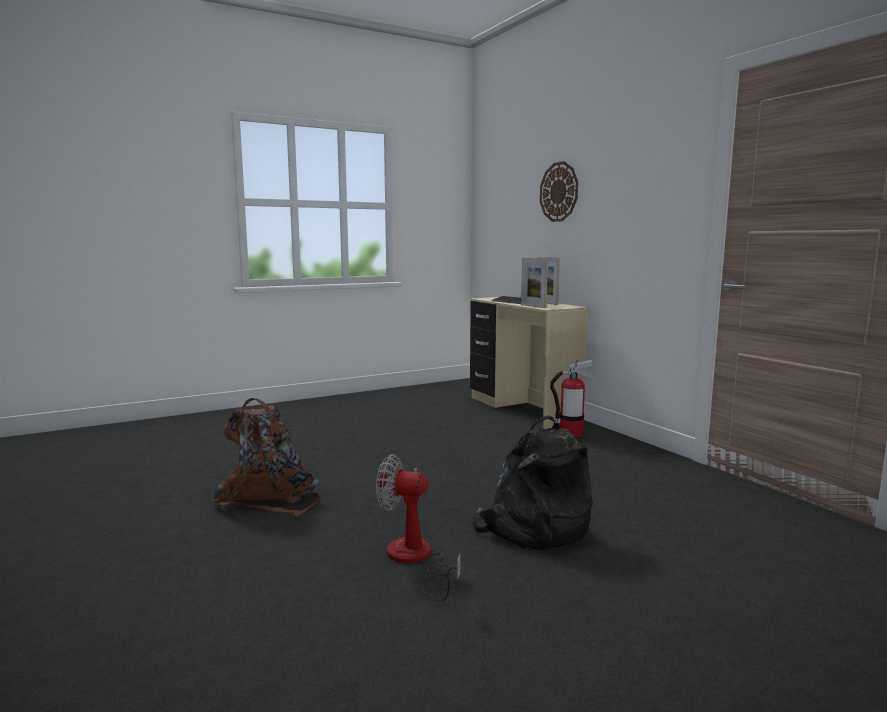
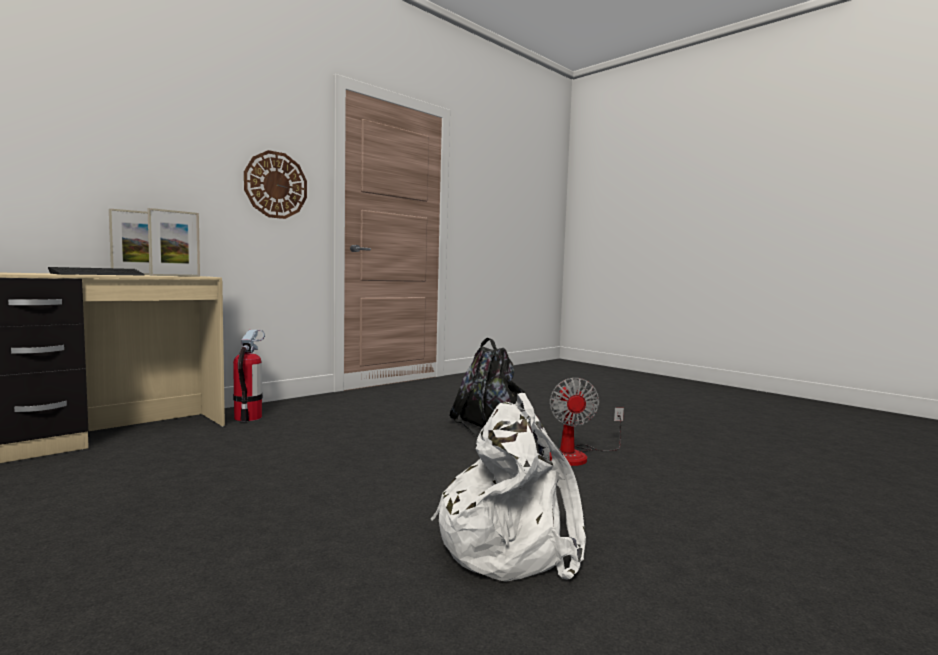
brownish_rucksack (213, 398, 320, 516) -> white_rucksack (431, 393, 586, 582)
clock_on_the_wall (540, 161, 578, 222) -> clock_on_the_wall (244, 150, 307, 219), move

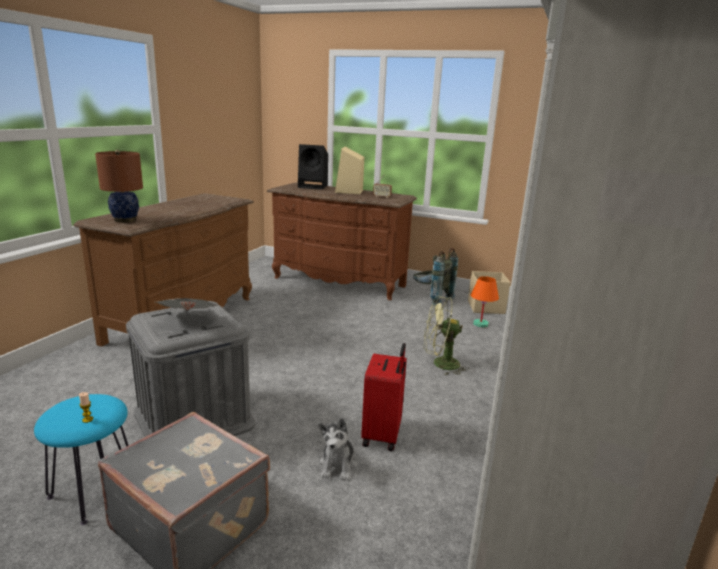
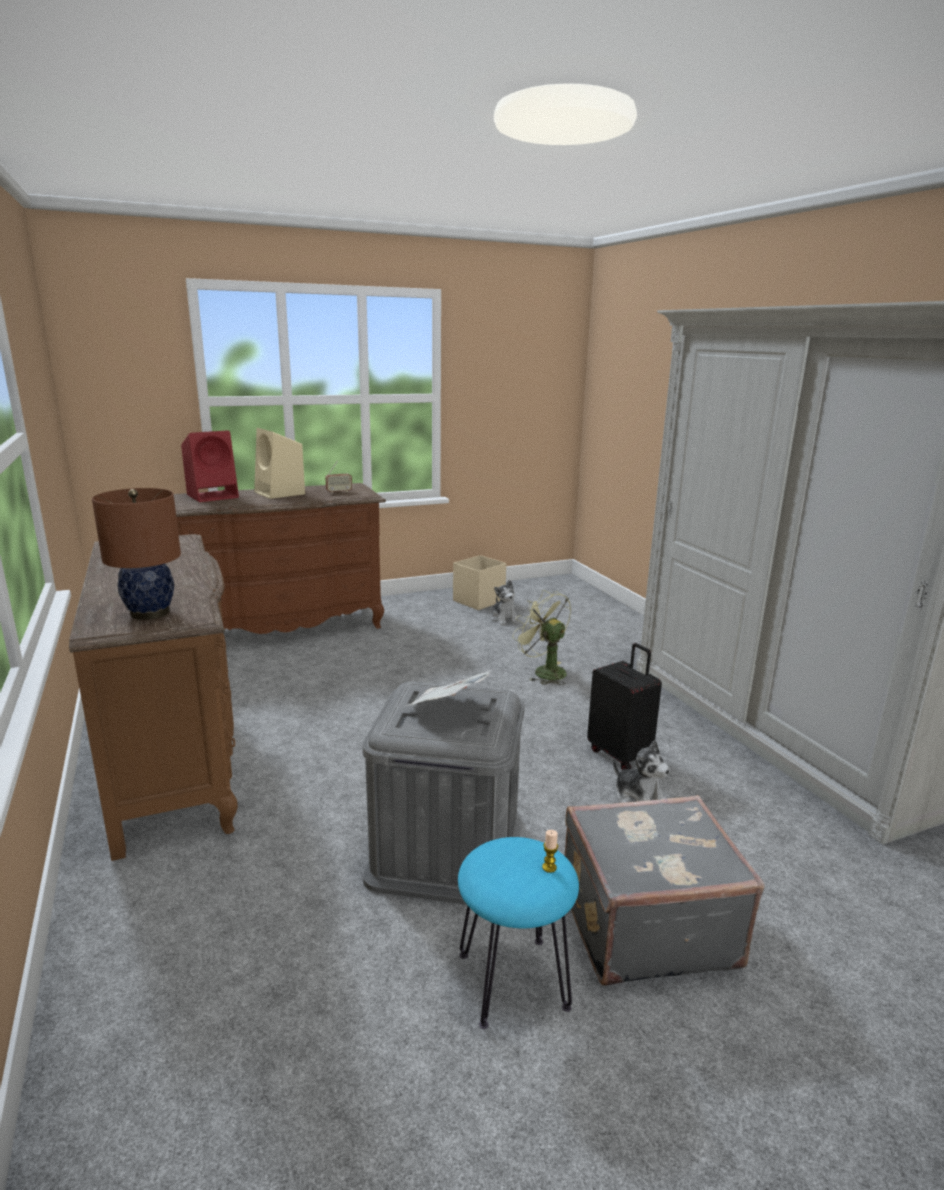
blackish_speaker (298, 144, 328, 190) -> red_speaker (181, 430, 239, 502)
red_piece_of_luggage (361, 343, 407, 451) -> blackish_piece_of_luggage (587, 643, 662, 770)
gray_rucksack (413, 248, 458, 306) -> none
green_electric_fan (424, 296, 469, 375) -> green_electric_fan (512, 590, 571, 685), 90 degrees clockwise
orange-coloured_table_lamp (471, 276, 499, 328) -> soft_toy (491, 580, 519, 625)

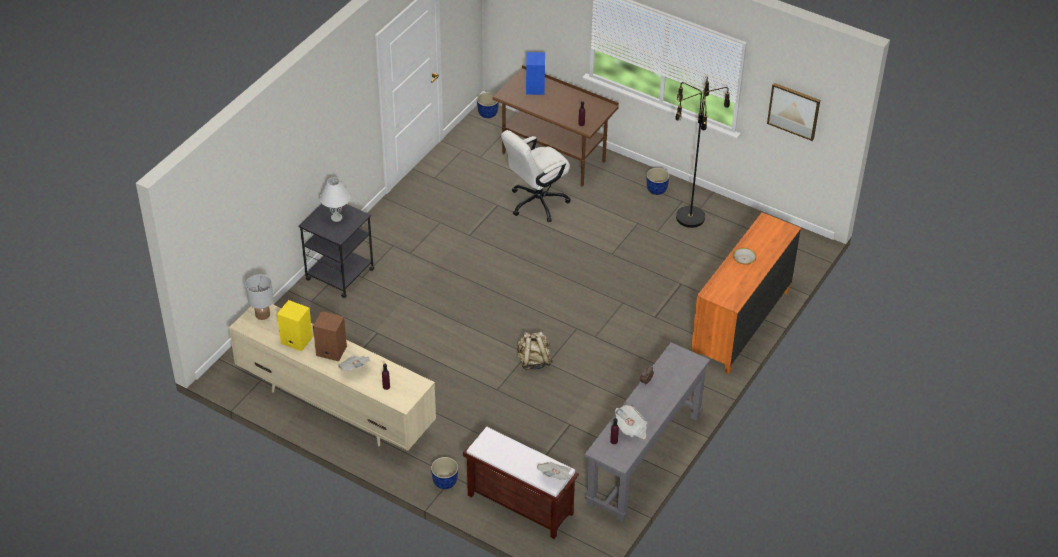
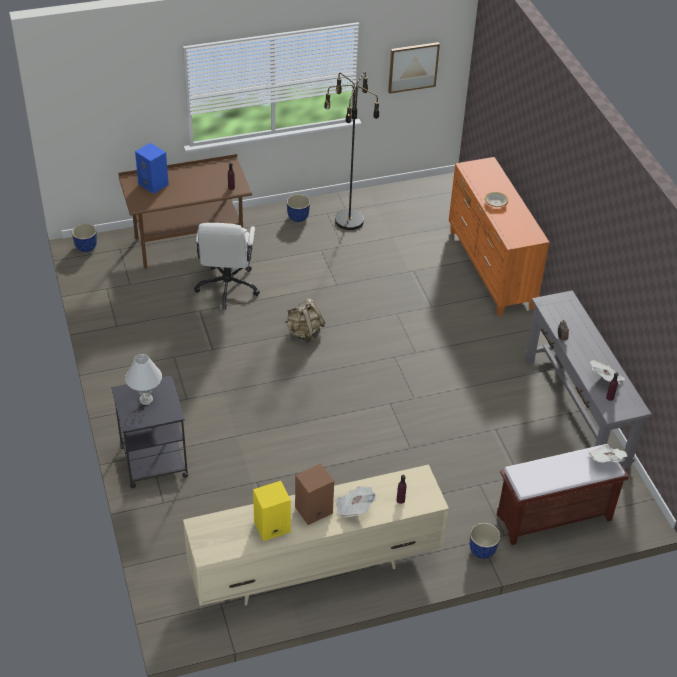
gray_table_lamp (246, 274, 274, 320) -> none
beige-coloured_rucksack (517, 331, 552, 370) -> beige-coloured_rucksack (285, 298, 325, 343), move

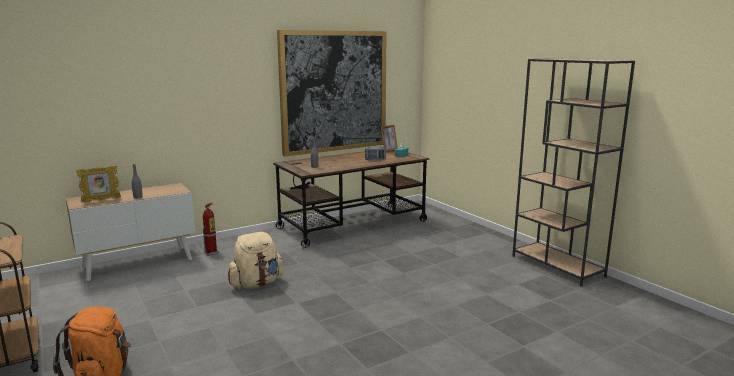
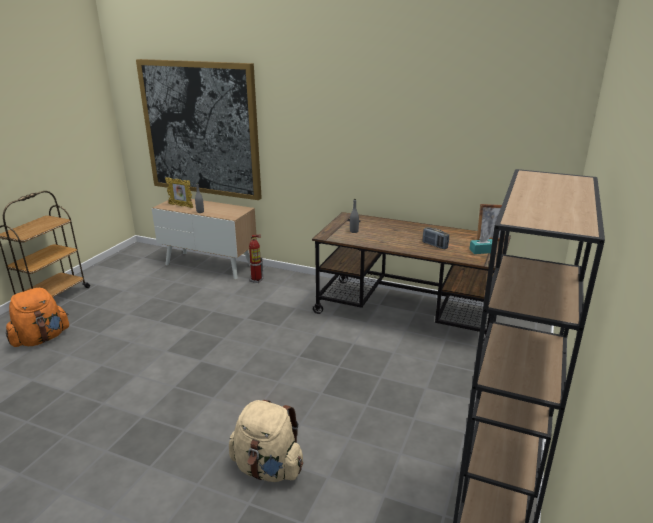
beige-coloured_rucksack (228, 232, 284, 289) -> beige-coloured_rucksack (229, 400, 303, 482), move
wall_art (277, 30, 387, 157) -> wall_art (136, 59, 262, 200), move

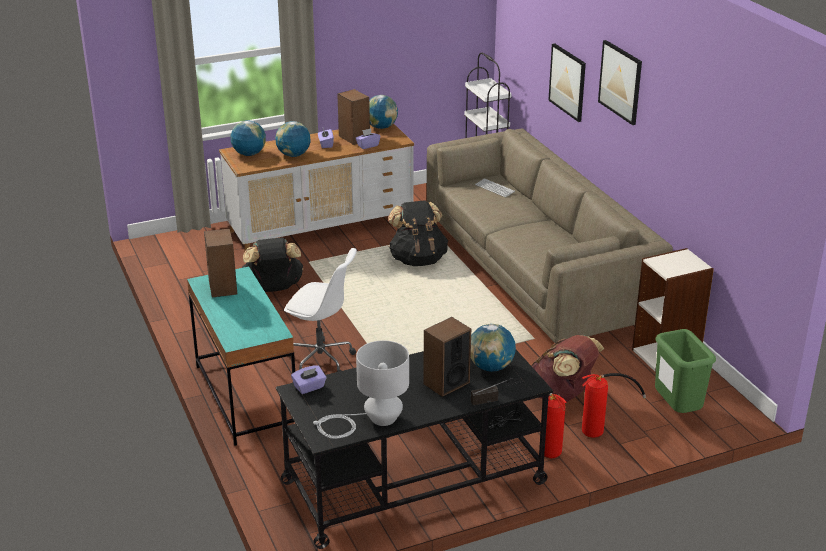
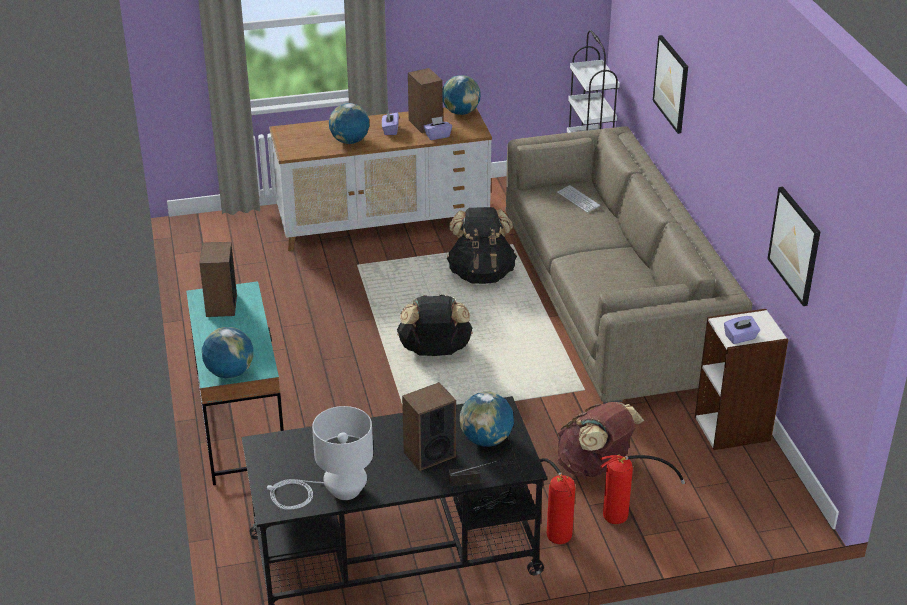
world_globe (231, 120, 266, 156) -> world_globe (202, 327, 254, 378), move
blackish_rucksack (242, 238, 304, 292) -> blackish_rucksack (397, 295, 473, 356), move
white_office_chair (284, 248, 357, 372) -> none
purple_tissue_box (291, 365, 327, 394) -> purple_tissue_box (724, 316, 760, 344), move
wall_art (598, 40, 642, 125) -> wall_art (768, 186, 820, 306), move
green_waste_bin (655, 329, 716, 413) -> none

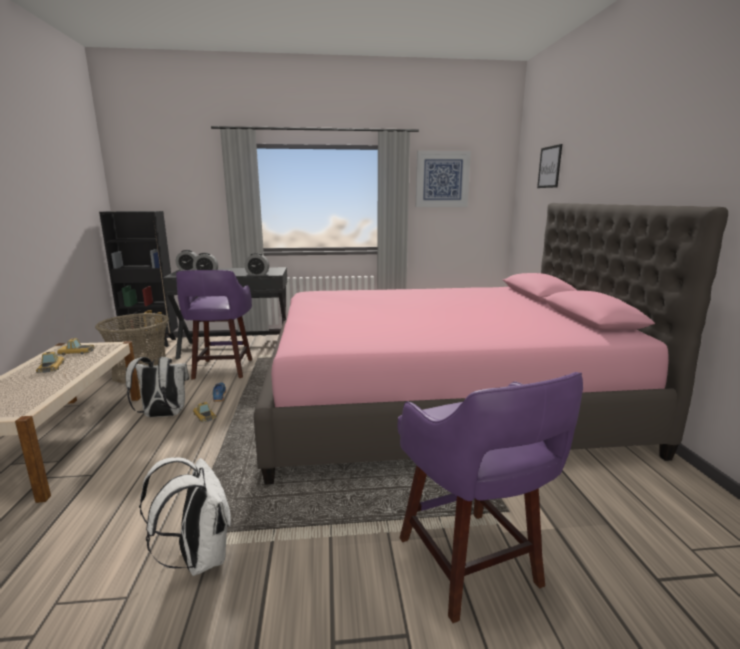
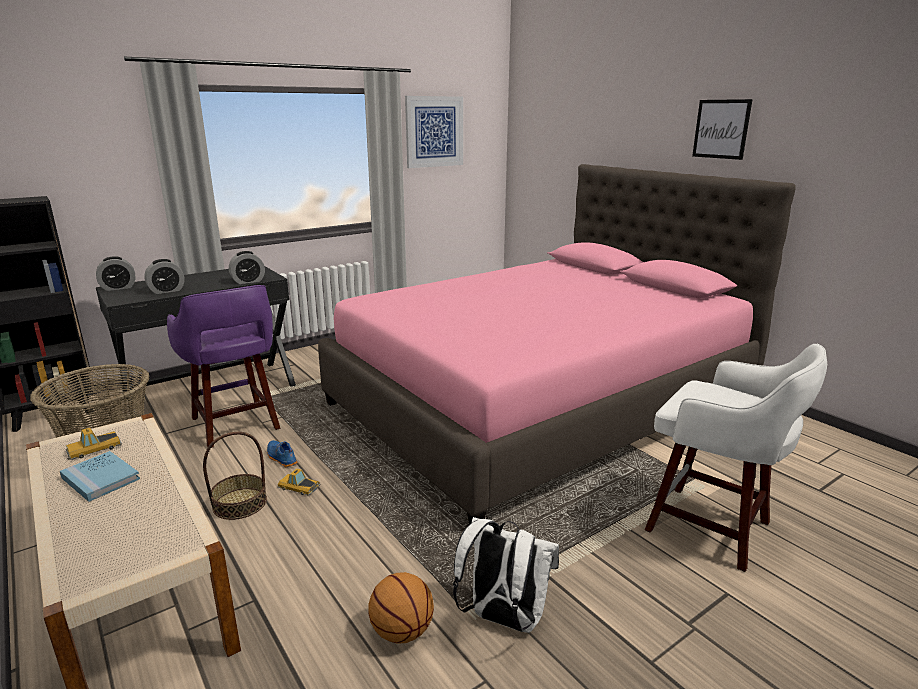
model_car (36, 352, 65, 373) -> blue-coloured_bound_book (60, 451, 140, 502)
white_rucksack (126, 357, 189, 417) -> basket (203, 432, 267, 520)
purple_stool_seat (398, 372, 583, 623) -> white_stool_seat (645, 344, 827, 572)
wall_art (537, 144, 562, 188) -> wall_art (692, 99, 753, 160), move
none -> basketball_ball (368, 572, 434, 644)

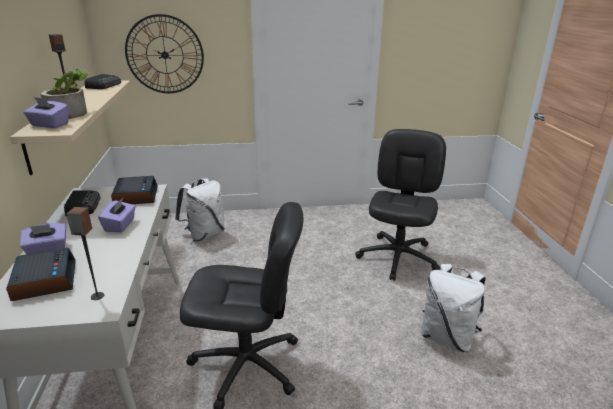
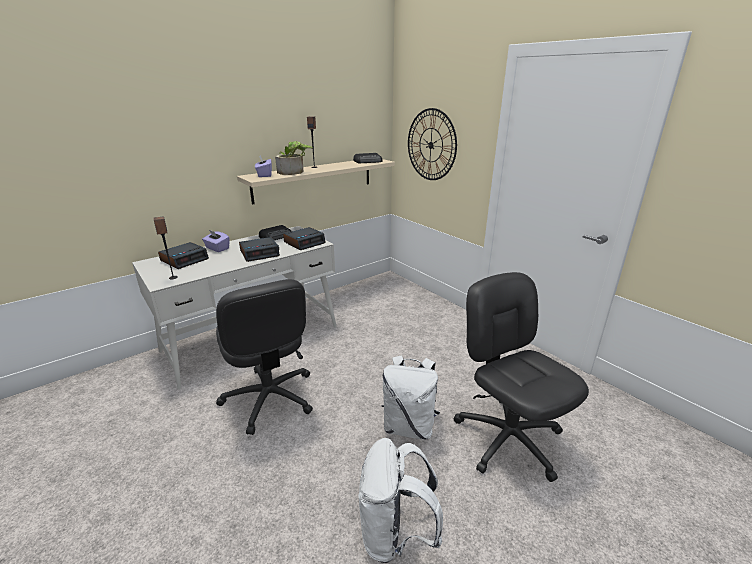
purple_tissue_box (98, 198, 136, 232) -> bedside_clock (239, 237, 280, 262)
white_rucksack (175, 178, 225, 242) -> white_rucksack (381, 355, 440, 439), move
blackish_office_chair (355, 129, 446, 281) -> blackish_office_chair (454, 272, 589, 482), 105 degrees counterclockwise

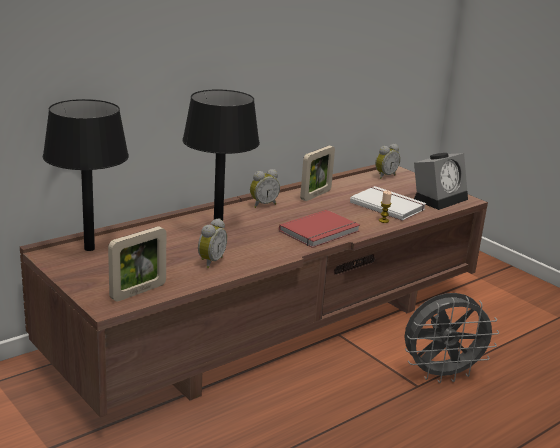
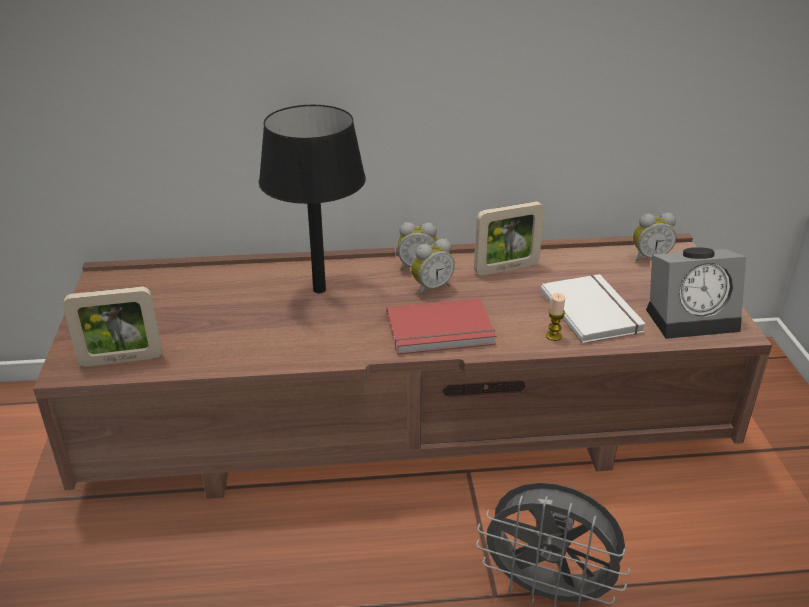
blackish_table_lamp (43, 99, 129, 251) -> none
bedside_clock (198, 218, 227, 268) -> bedside_clock (411, 239, 455, 295), move

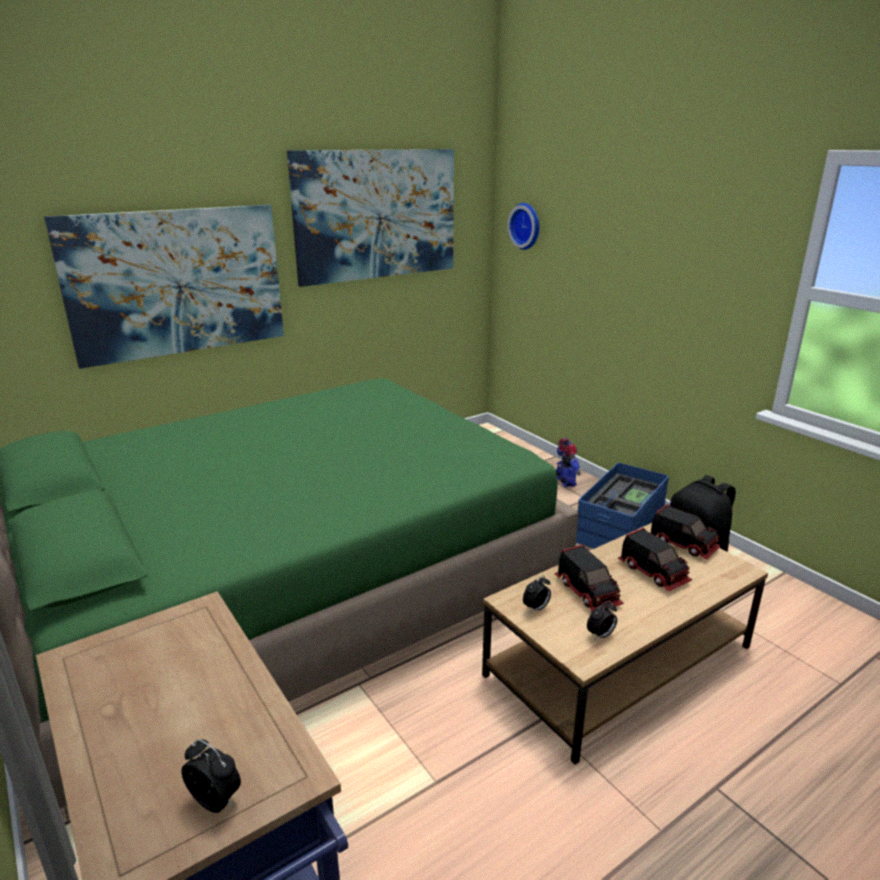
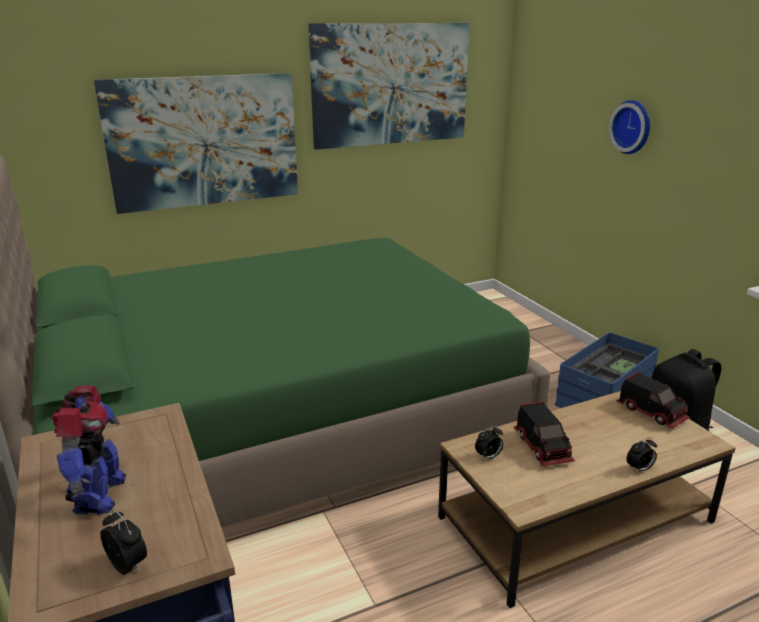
clock_on_the_wall (507, 203, 539, 250) -> clock_on_the_wall (609, 100, 650, 154), move
robot_figure (556, 438, 581, 487) -> robot_figure (52, 386, 126, 515), move
bedside_clock (587, 601, 617, 639) -> bedside_clock (627, 437, 657, 473), move
toy_lorry (618, 528, 692, 591) -> none

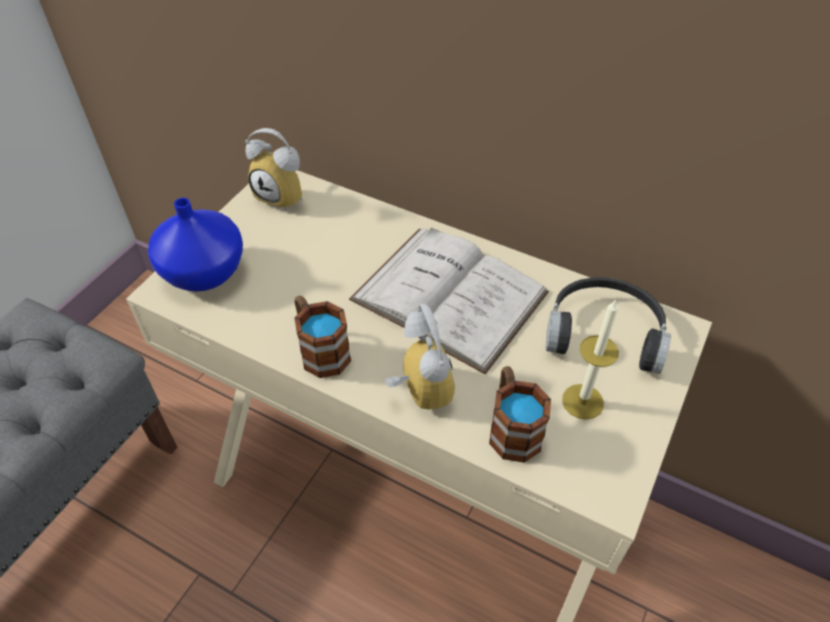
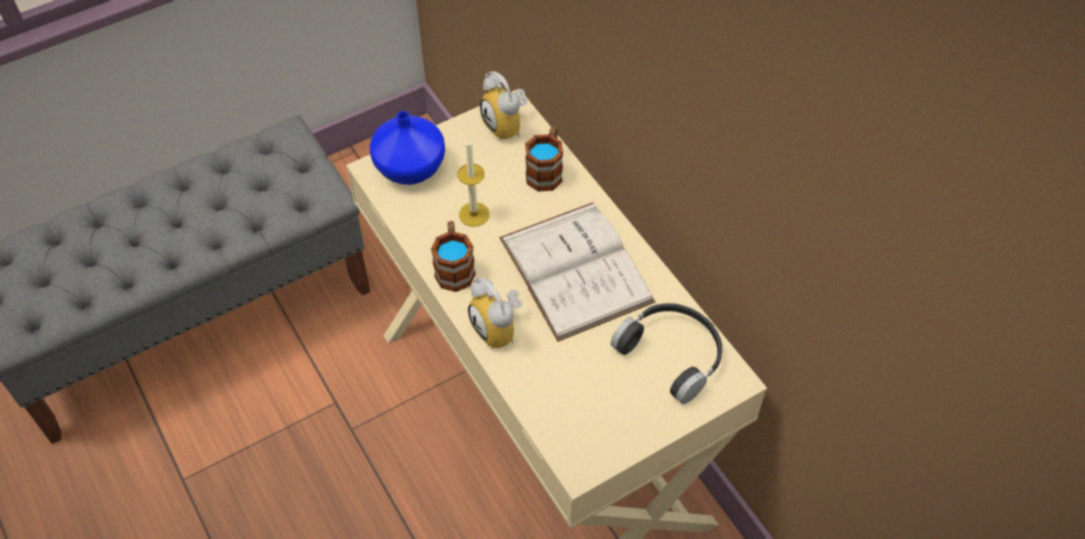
bedside_clock (385, 304, 455, 410) -> bedside_clock (468, 278, 522, 348), 135 degrees clockwise
tea_mug (489, 366, 551, 463) -> tea_mug (525, 126, 563, 192), move
candle (562, 299, 619, 420) -> candle (458, 138, 489, 227), move

